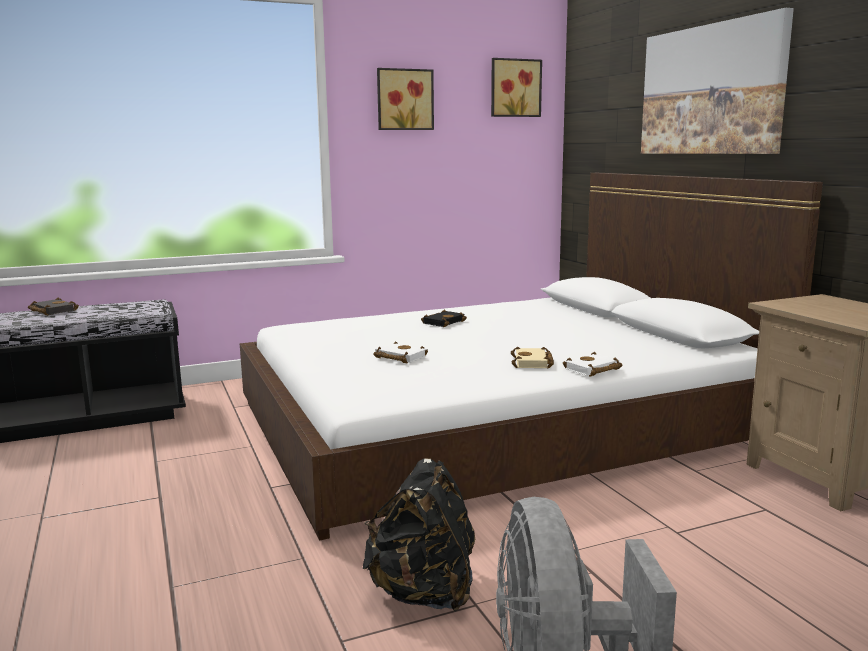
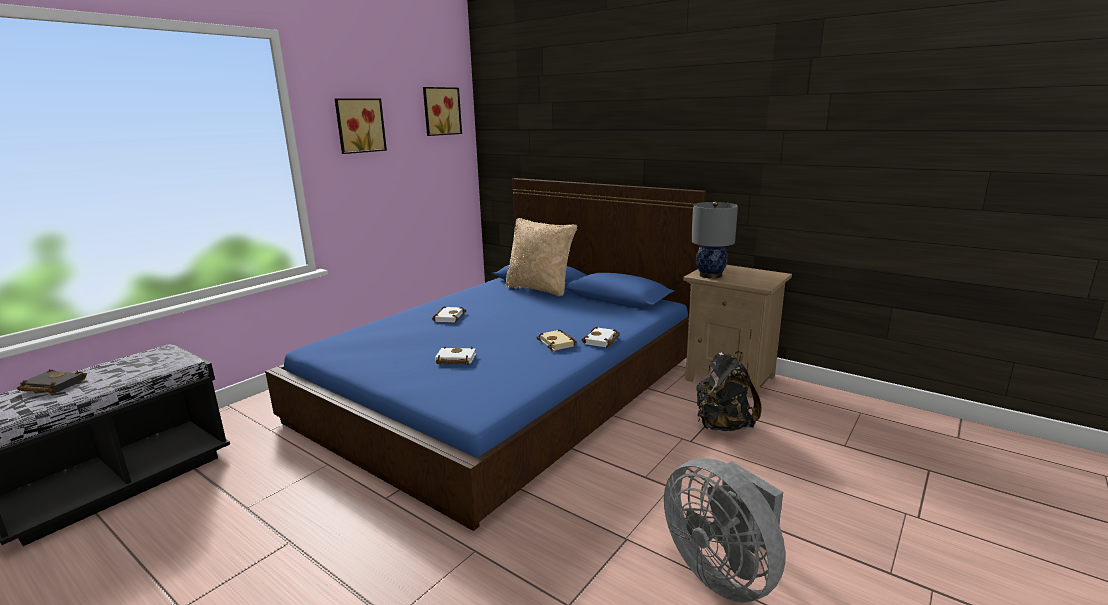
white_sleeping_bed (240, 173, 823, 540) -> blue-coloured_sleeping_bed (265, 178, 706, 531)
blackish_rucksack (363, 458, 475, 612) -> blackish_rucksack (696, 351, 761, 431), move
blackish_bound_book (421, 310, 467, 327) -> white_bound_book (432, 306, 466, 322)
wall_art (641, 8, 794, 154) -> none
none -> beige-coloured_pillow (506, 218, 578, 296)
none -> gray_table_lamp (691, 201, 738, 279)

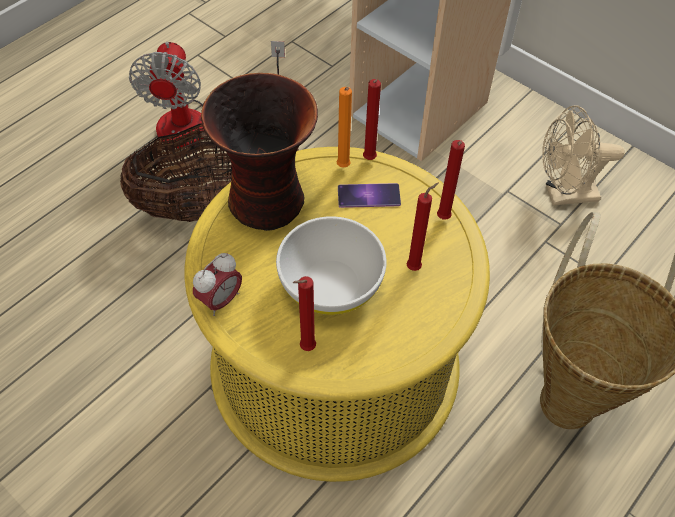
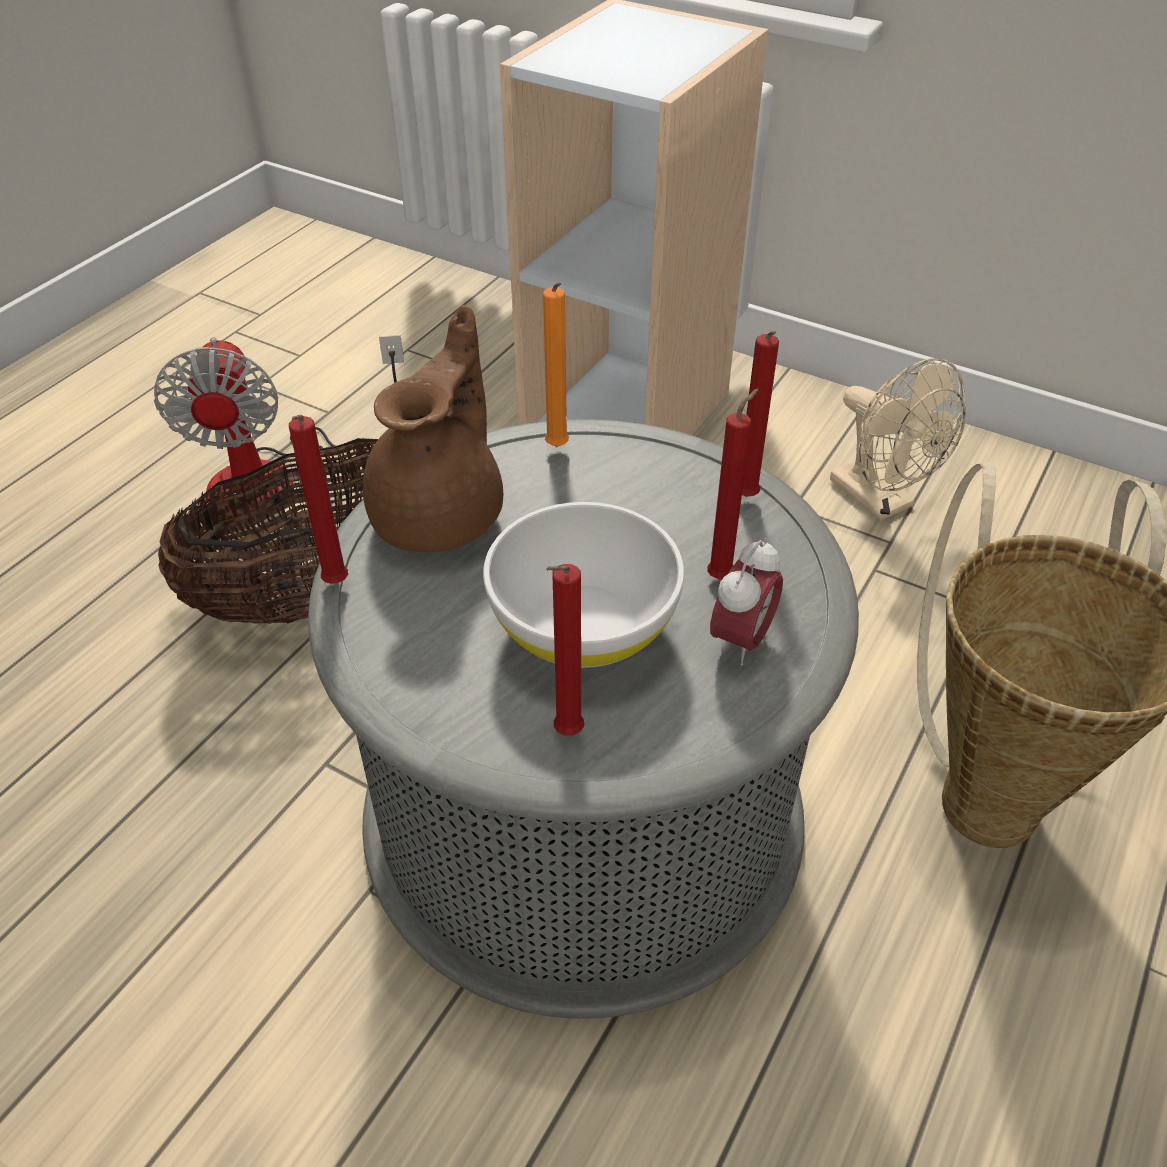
yellowish_low_table (185, 147, 490, 482) -> gray_low_table (308, 419, 859, 1019)
bedside_clock (193, 253, 242, 316) -> bedside_clock (710, 538, 783, 666), move
vase (201, 73, 318, 231) -> brownish_tea_pot (363, 305, 503, 552)
telephone (338, 183, 401, 208) -> none
red_candle (363, 79, 381, 160) -> red_candle (289, 415, 348, 584), move
beige-coloured_electric_fan (542, 105, 625, 205) -> beige-coloured_electric_fan (830, 358, 966, 521), 105 degrees counterclockwise

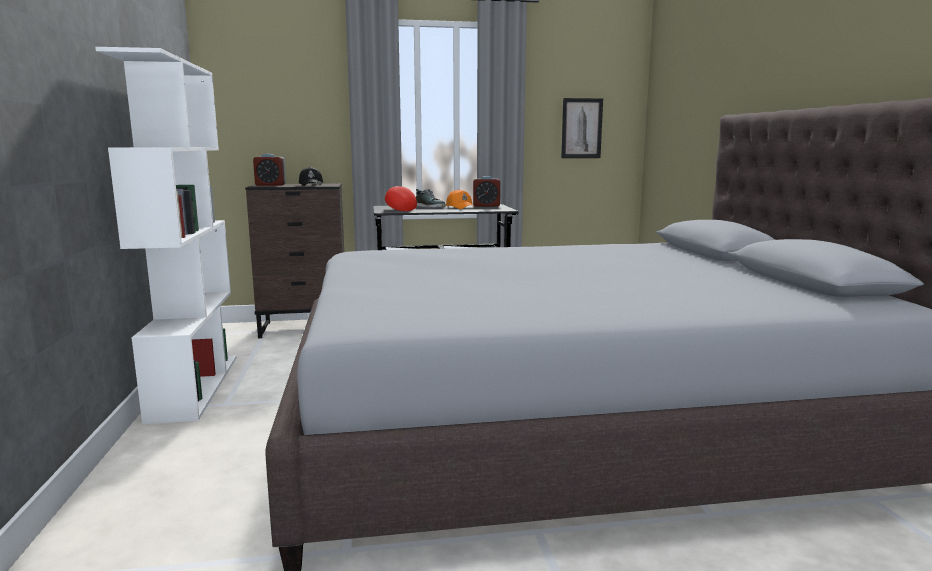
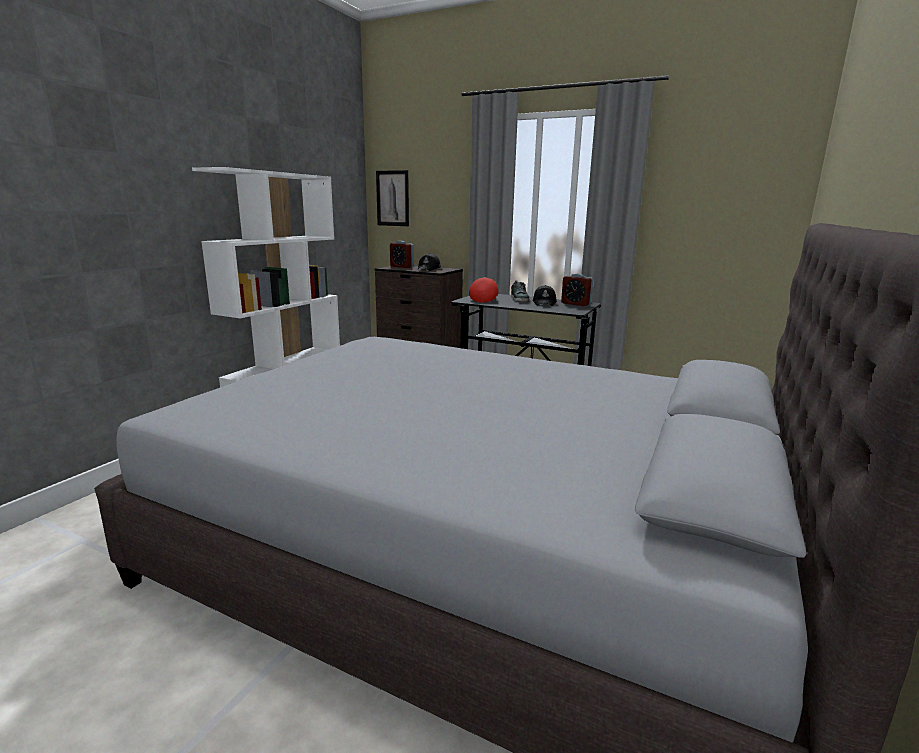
orange-coloured_baseball_cap (446, 189, 474, 209) -> blackish_baseball_cap (533, 285, 557, 306)
wall_art (561, 98, 603, 158) -> wall_art (376, 170, 409, 226), move

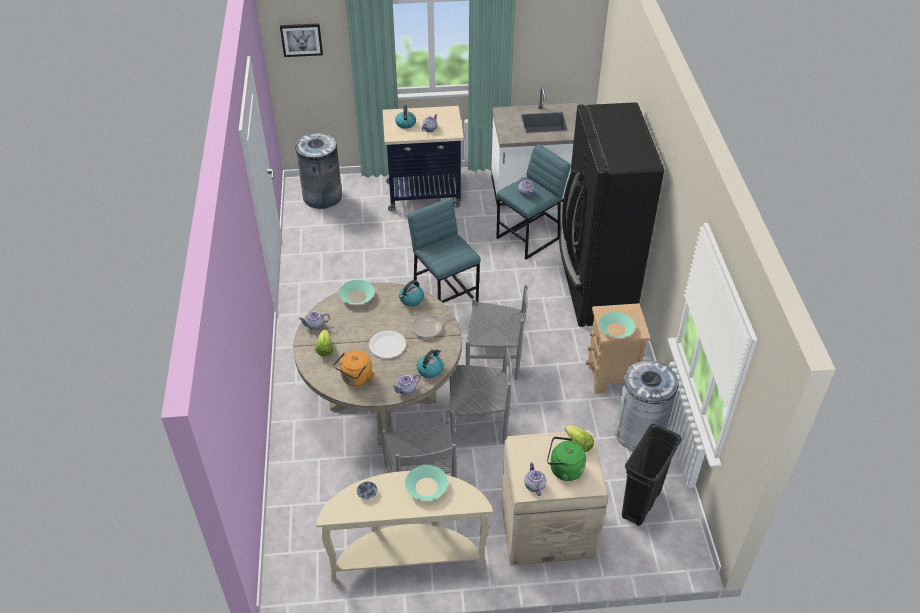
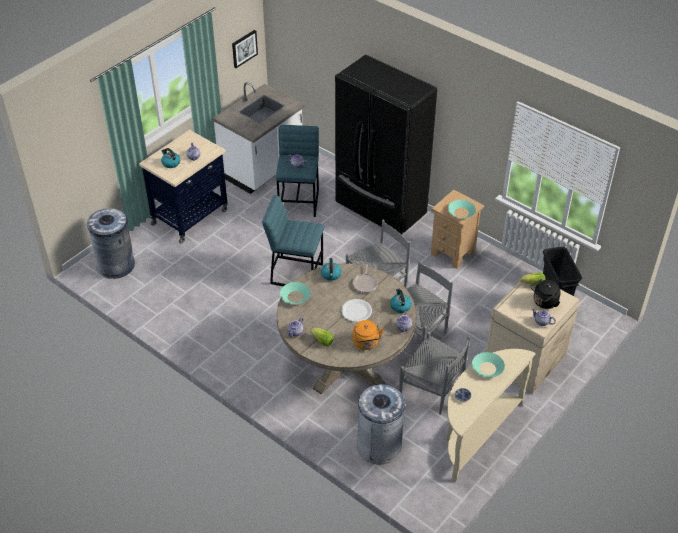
wall_art (280, 23, 323, 57) -> wall_art (232, 30, 258, 68), move
green_kettle (547, 437, 586, 481) -> blackish_kettle (530, 279, 561, 309)
gray_waste_bin (614, 360, 678, 451) -> gray_waste_bin (357, 384, 405, 464), move

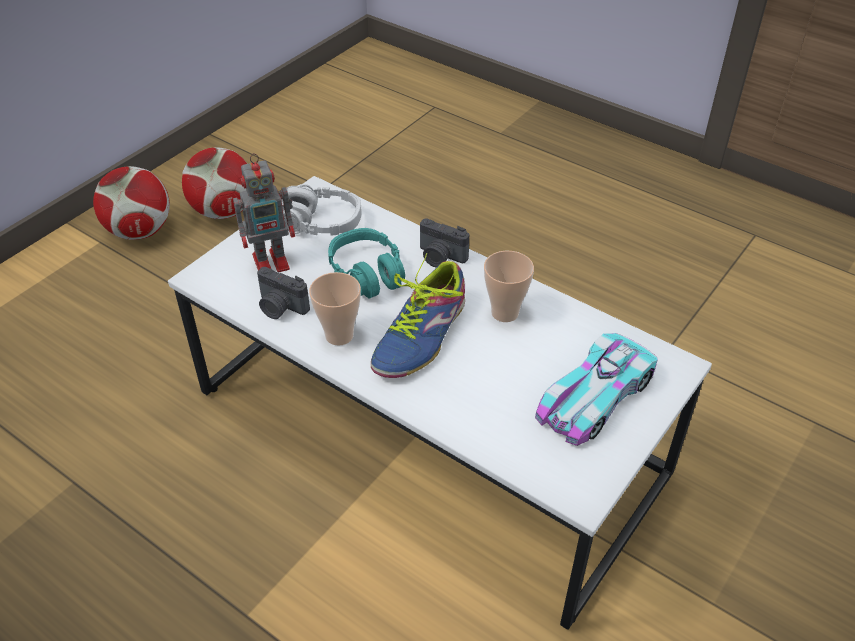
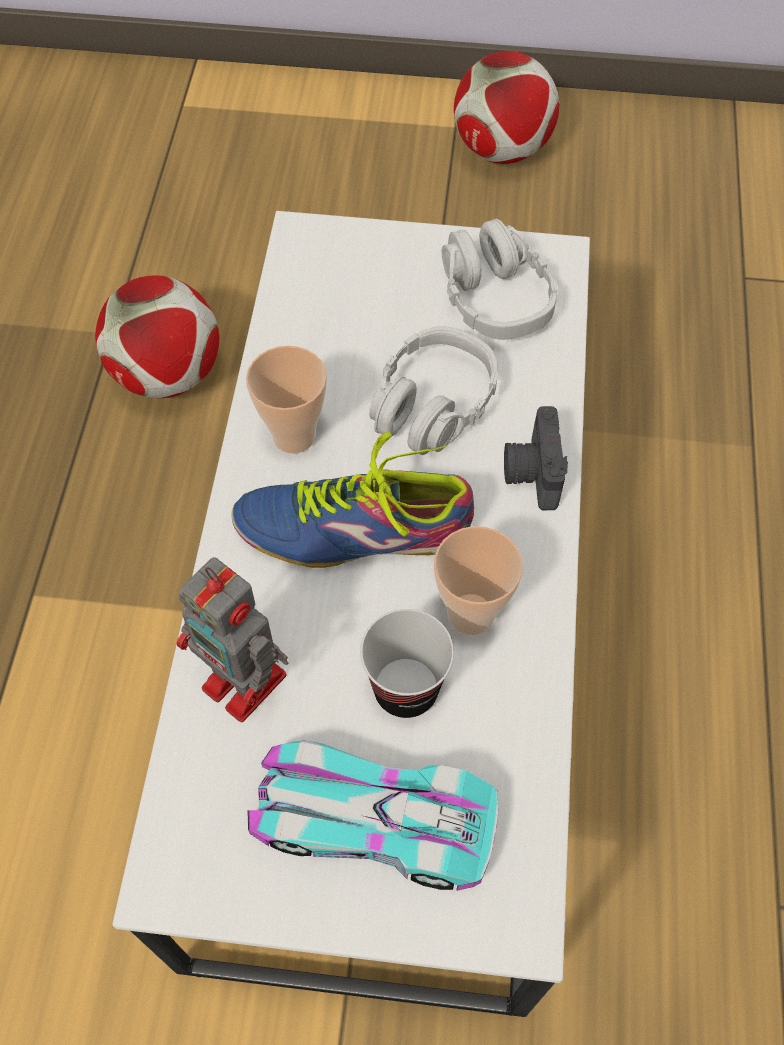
ball_for_football (182, 147, 247, 219) -> ball_for_football (95, 275, 219, 398), move
robot_figure (233, 153, 295, 272) -> robot_figure (177, 557, 289, 722), move
still_camera (257, 267, 310, 319) -> none
blue-green_headset (328, 228, 405, 298) -> gray_headset (369, 326, 498, 455)
none -> drinking_cup (360, 609, 454, 718)

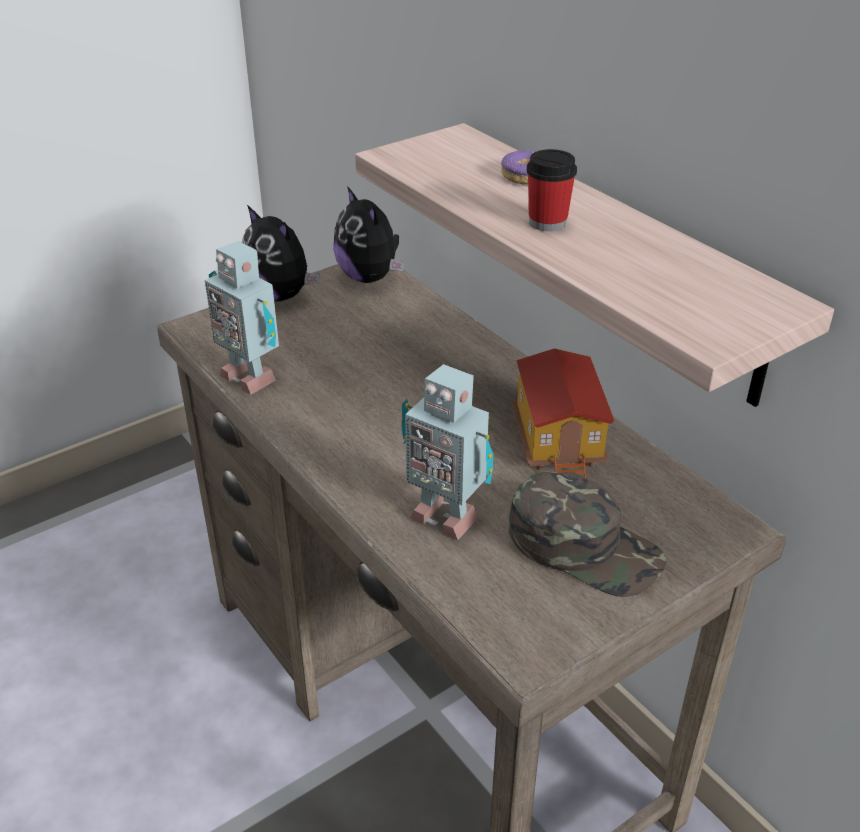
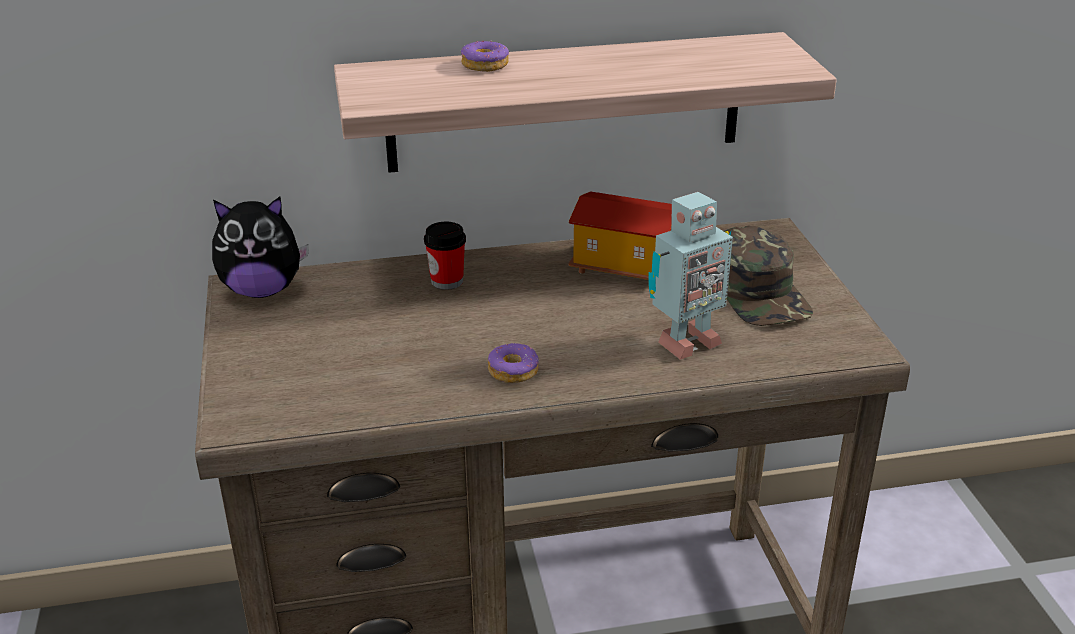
robot_figure (205, 241, 279, 395) -> none
soft_toy (242, 205, 319, 302) -> none
green_baseball_cap (508, 472, 667, 597) -> green_baseball_cap (724, 226, 813, 326), 105 degrees clockwise
drinking_cup (527, 149, 577, 231) -> drinking_cup (424, 222, 466, 290), move
none -> doughnut (488, 343, 539, 383)

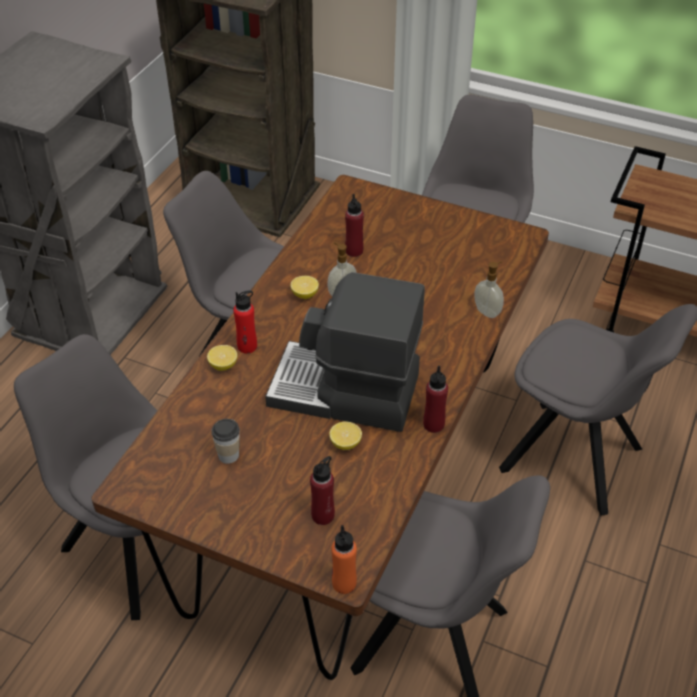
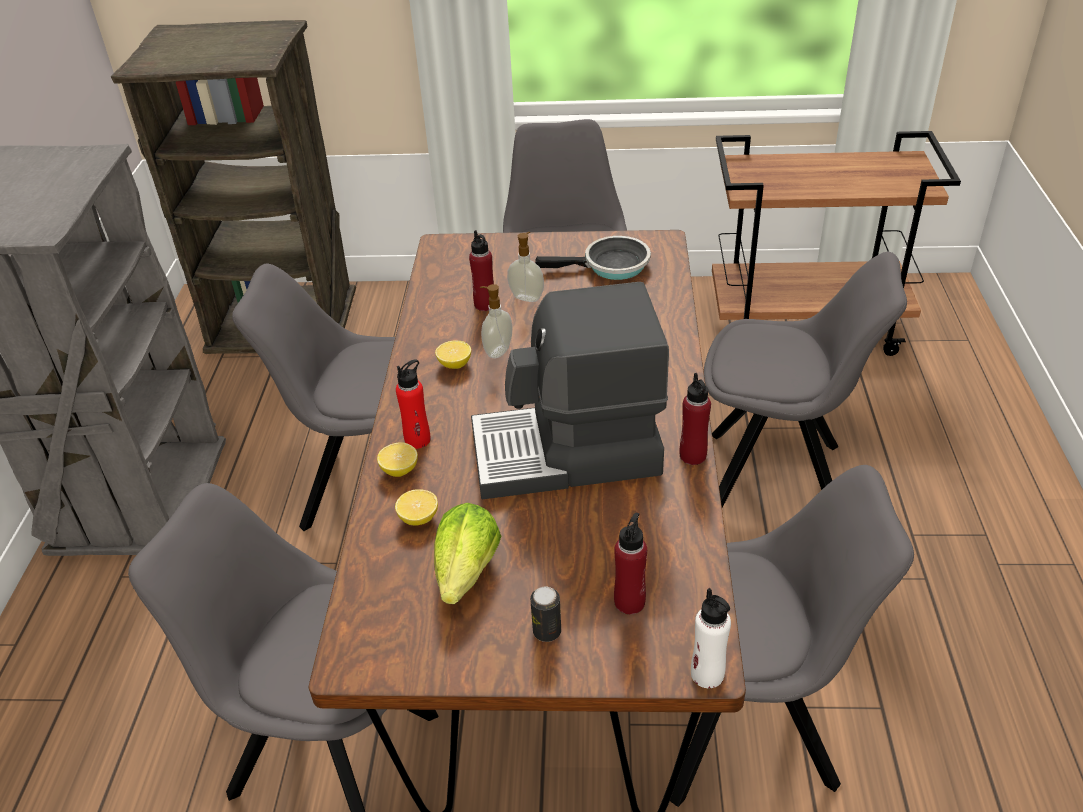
drinking_cup (211, 419, 240, 464) -> lettuce (434, 503, 501, 604)
whole_lemon (329, 421, 362, 450) -> whole_lemon (395, 489, 438, 526), move
orange-coloured_beverage_bottle (331, 525, 357, 594) -> white_beverage_bottle (691, 588, 731, 688)
soap_dispenser (474, 262, 504, 318) -> soap_dispenser (507, 232, 544, 302), move
none -> can (530, 586, 561, 642)
none -> frying_pan (535, 236, 651, 280)

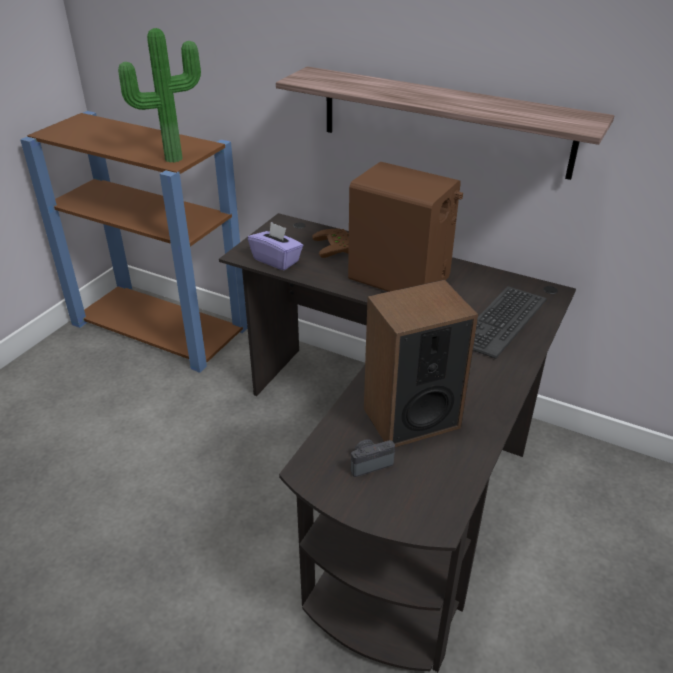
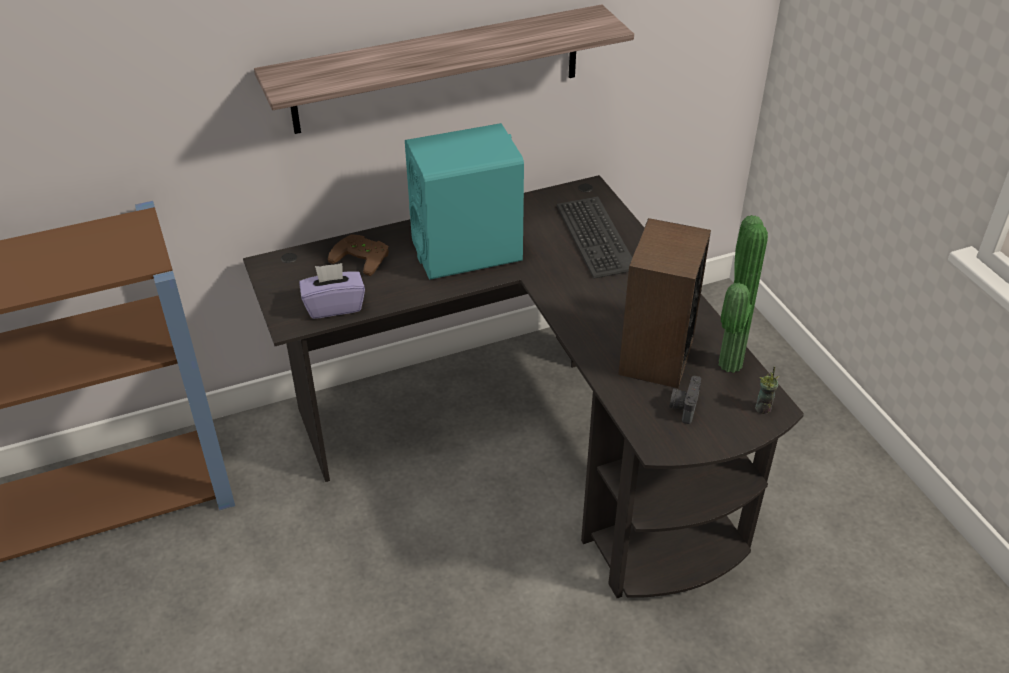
potted_plant (118, 28, 201, 163) -> potted_plant (719, 215, 768, 373), move
brownish_speaker (348, 161, 463, 292) -> blue-green_speaker (405, 123, 524, 280)
none -> drinking_cup (755, 367, 780, 414)

